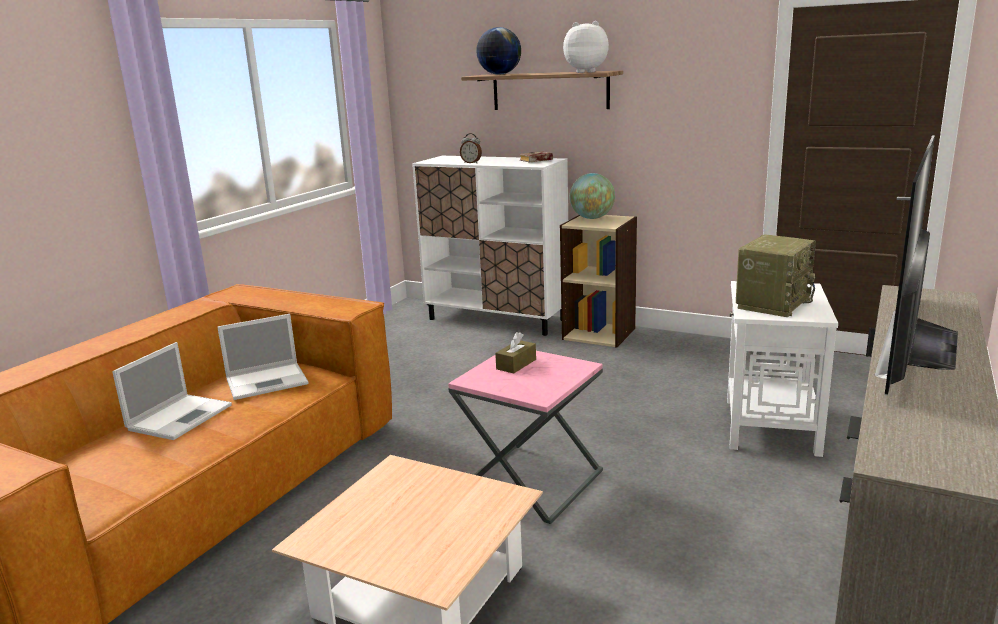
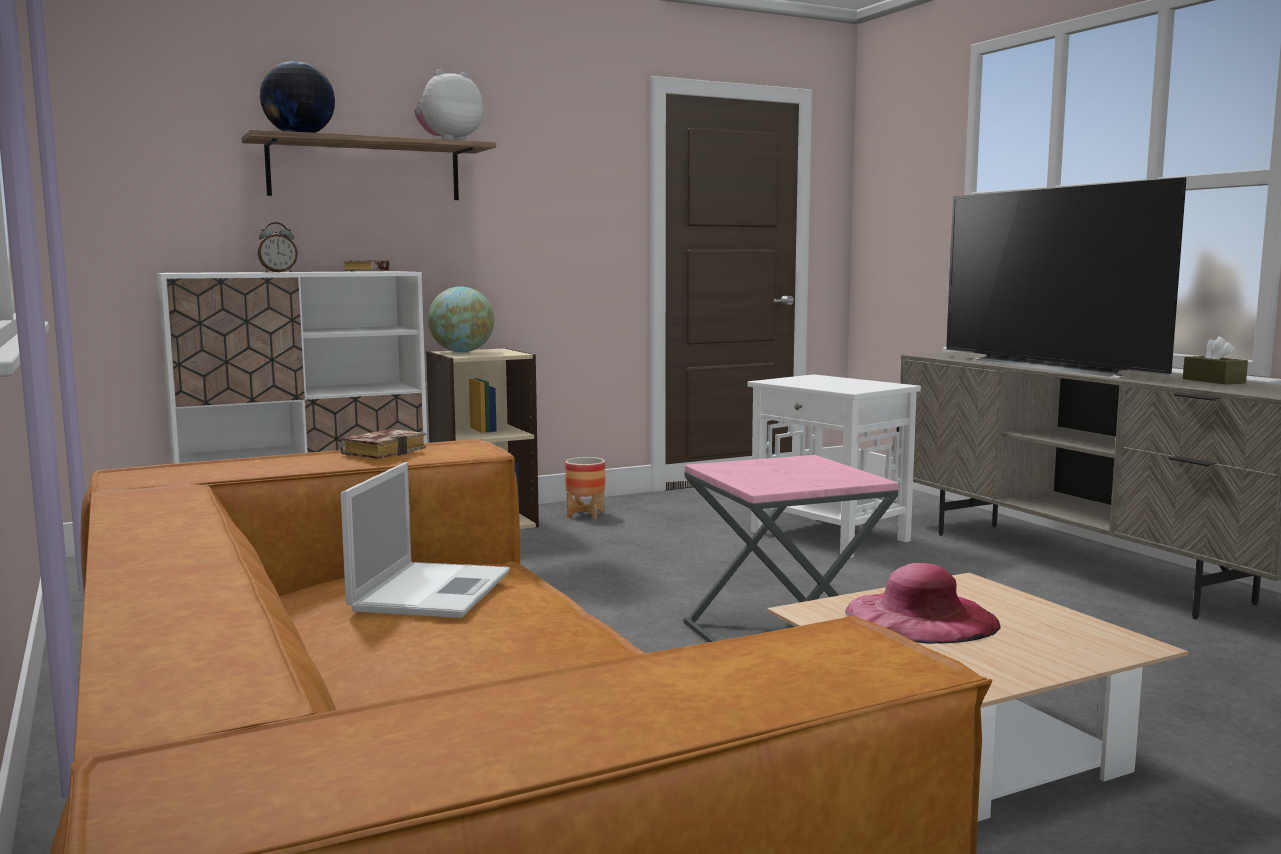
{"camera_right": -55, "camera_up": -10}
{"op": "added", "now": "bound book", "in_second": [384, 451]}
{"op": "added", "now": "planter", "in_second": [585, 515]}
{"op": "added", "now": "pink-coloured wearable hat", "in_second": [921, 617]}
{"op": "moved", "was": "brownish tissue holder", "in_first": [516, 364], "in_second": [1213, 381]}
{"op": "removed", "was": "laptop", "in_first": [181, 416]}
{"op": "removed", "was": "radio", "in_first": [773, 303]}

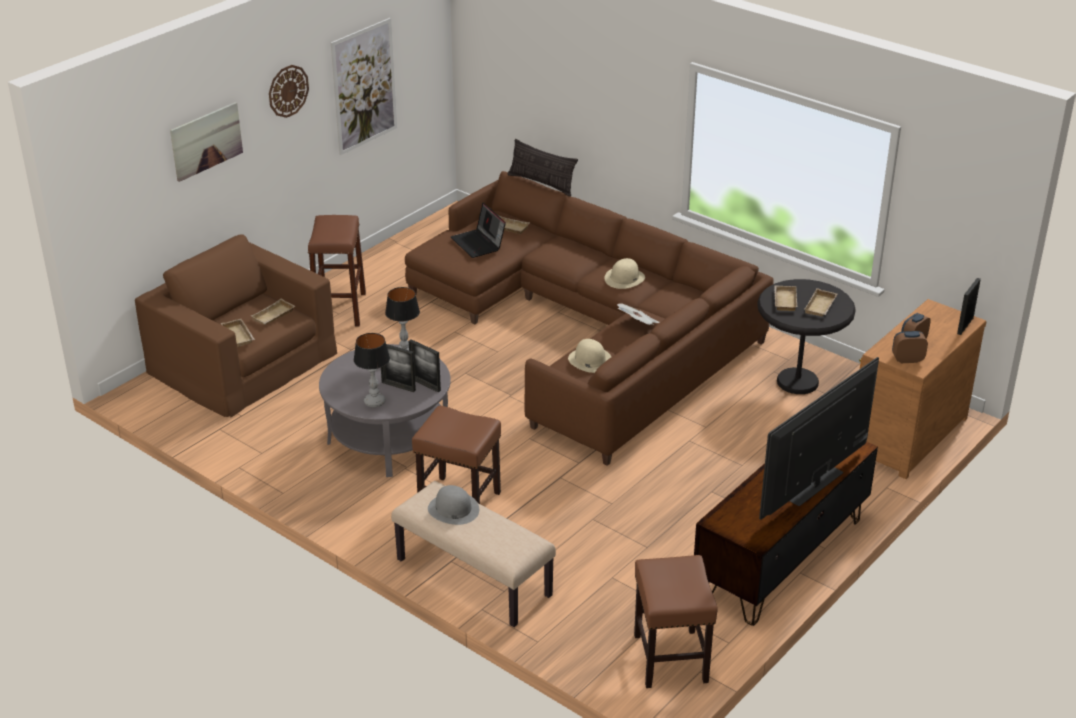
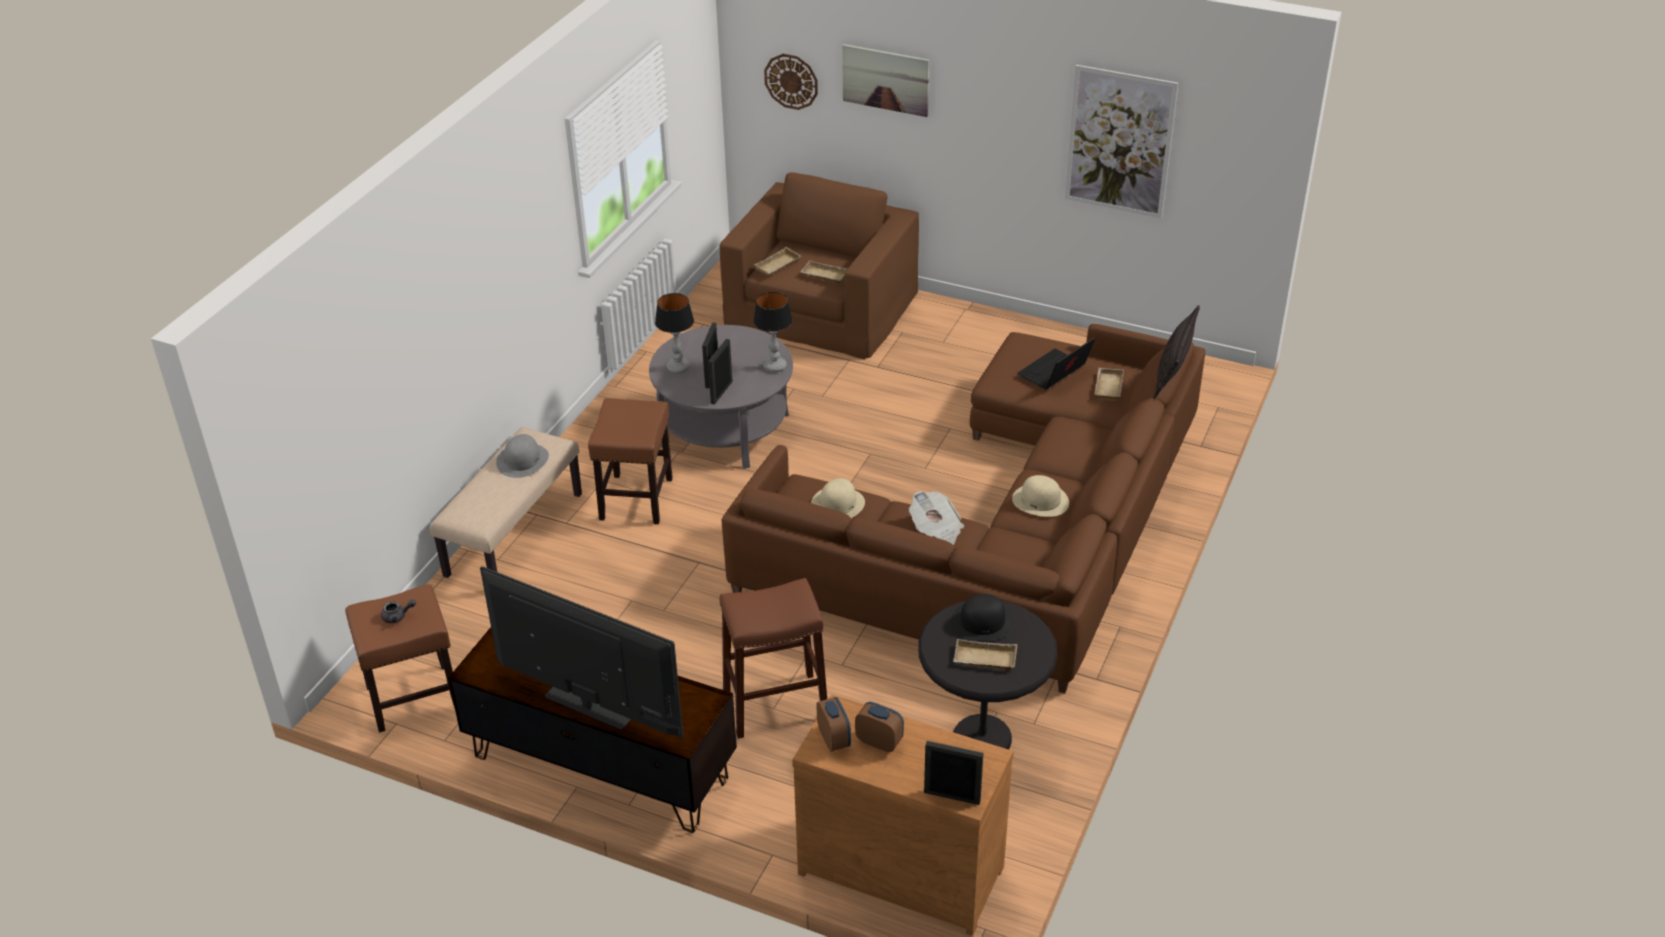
{"camera_right": 75, "camera_up": 5}
{"op": "added", "now": "grey pot for tea", "in_second": [398, 616]}
{"op": "moved", "was": "brownish stool seat", "in_first": [340, 309], "in_second": [775, 705]}
{"op": "moved", "was": "wall clock", "in_first": [288, 91], "in_second": [791, 81]}
{"op": "replaced", "was": "sand-coloured tray", "now": "black-coloured wearable hat", "in_first": [784, 300], "in_second": [982, 622]}

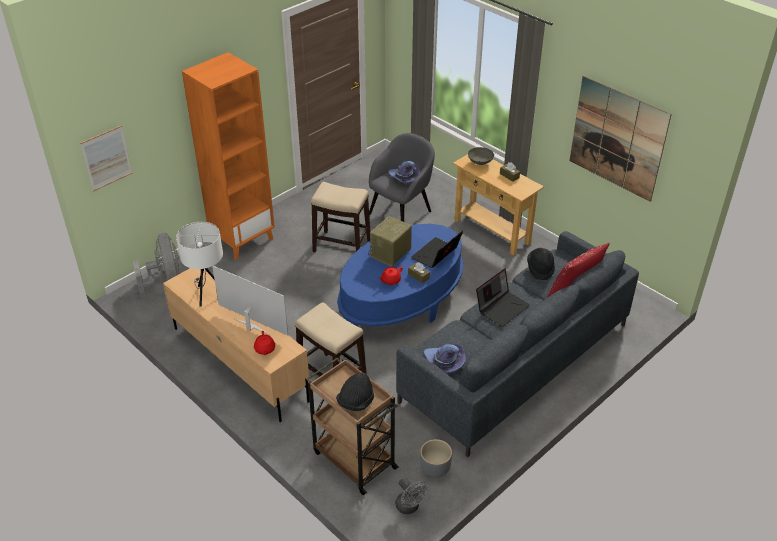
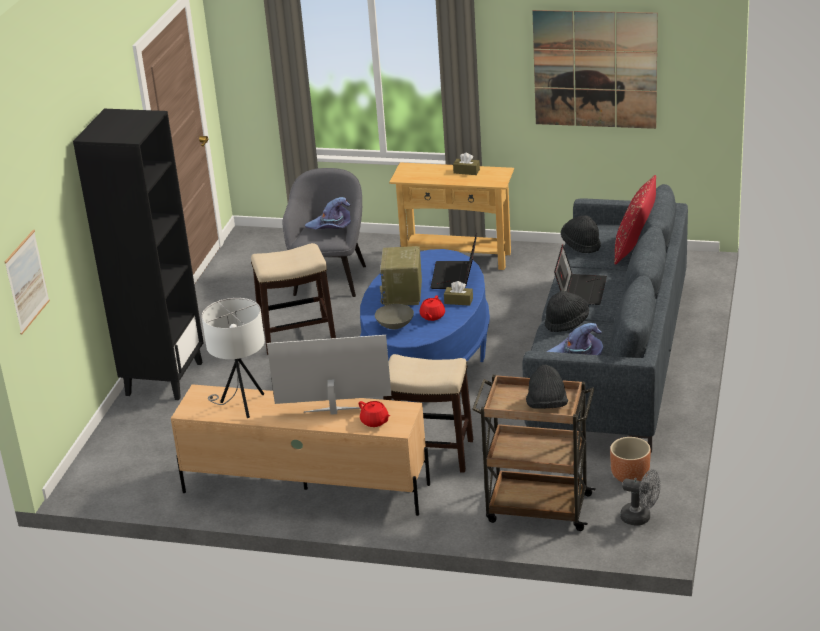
{"camera_right": -30, "camera_up": -10}
{"op": "recoloured", "was": "orangey bookshelf", "now": "black-coloured bookshelf", "in_first": [243, 240], "in_second": [164, 378]}
{"op": "moved", "was": "grey serving bowl", "in_first": [480, 162], "in_second": [395, 326]}
{"op": "added", "now": "black-coloured wearable hat", "in_second": [567, 322]}
{"op": "recoloured", "was": "grey planter", "now": "brownish planter", "in_first": [435, 469], "in_second": [630, 476]}
{"op": "removed", "was": "grey cooling fan", "in_first": [165, 279]}

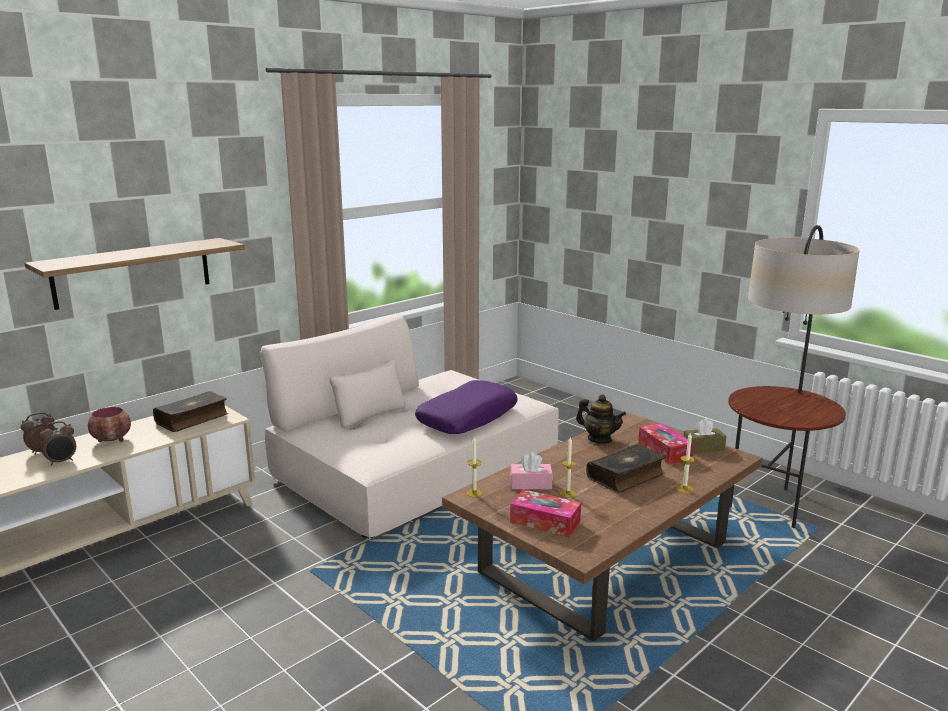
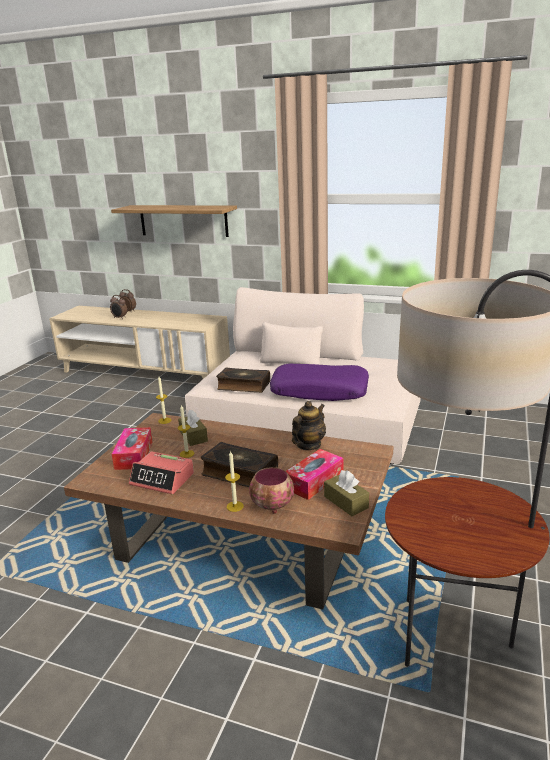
{"camera_right": 65, "camera_up": 5}
{"op": "added", "now": "alarm clock", "in_second": [162, 479]}
{"op": "recoloured", "was": "pink-coloured tissue holder", "now": "brownish tissue holder", "in_first": [531, 484], "in_second": [193, 436]}
{"op": "moved", "was": "bound book", "in_first": [193, 419], "in_second": [243, 386]}
{"op": "moved", "was": "serving bowl", "in_first": [113, 440], "in_second": [272, 506]}
{"op": "turned", "was": "pot for tea", "in_first": [599, 439], "in_second": [308, 445], "clockwise": -150}

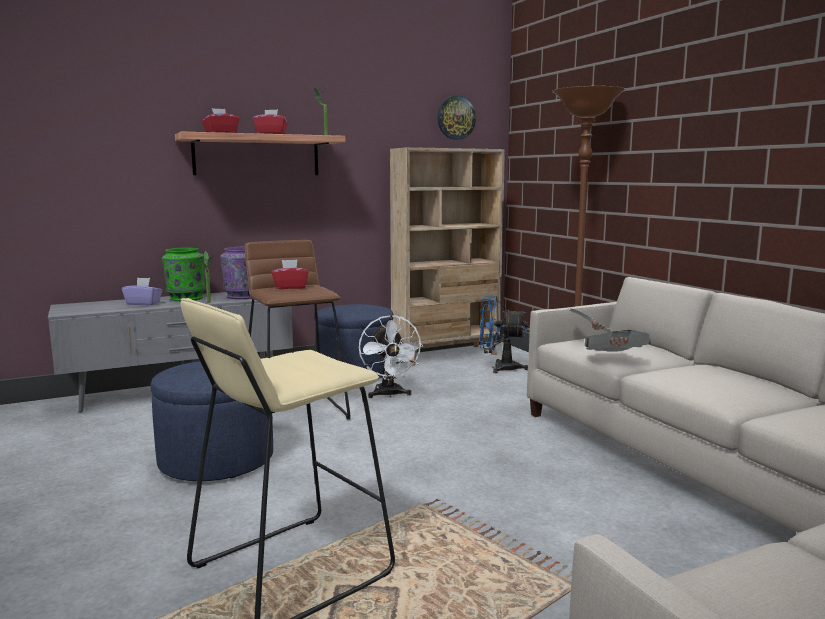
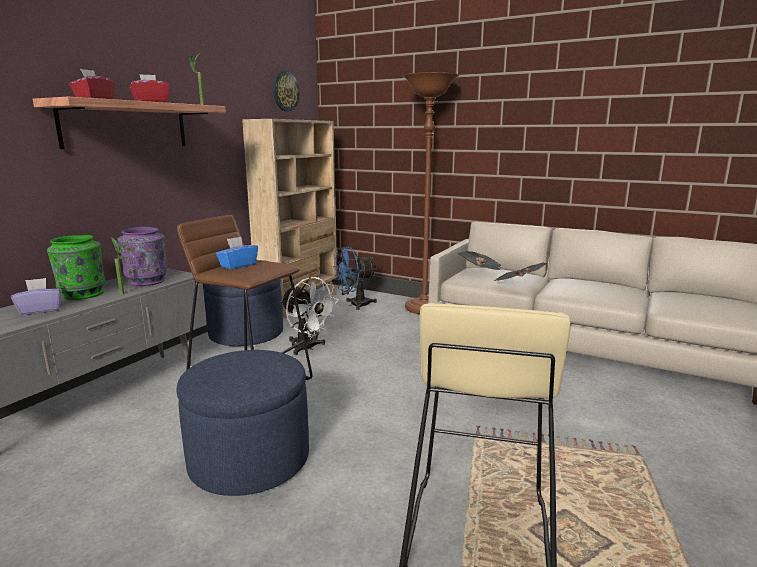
{"camera_right": -35, "camera_up": 5}
{"op": "recoloured", "was": "reddish tissue holder", "now": "blue tissue holder", "in_first": [290, 287], "in_second": [238, 265]}

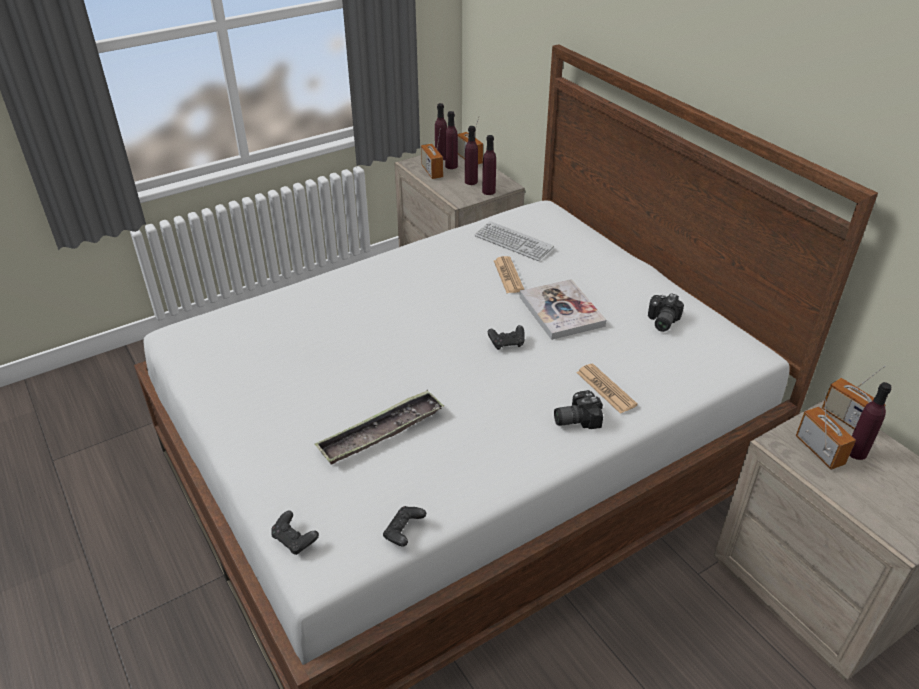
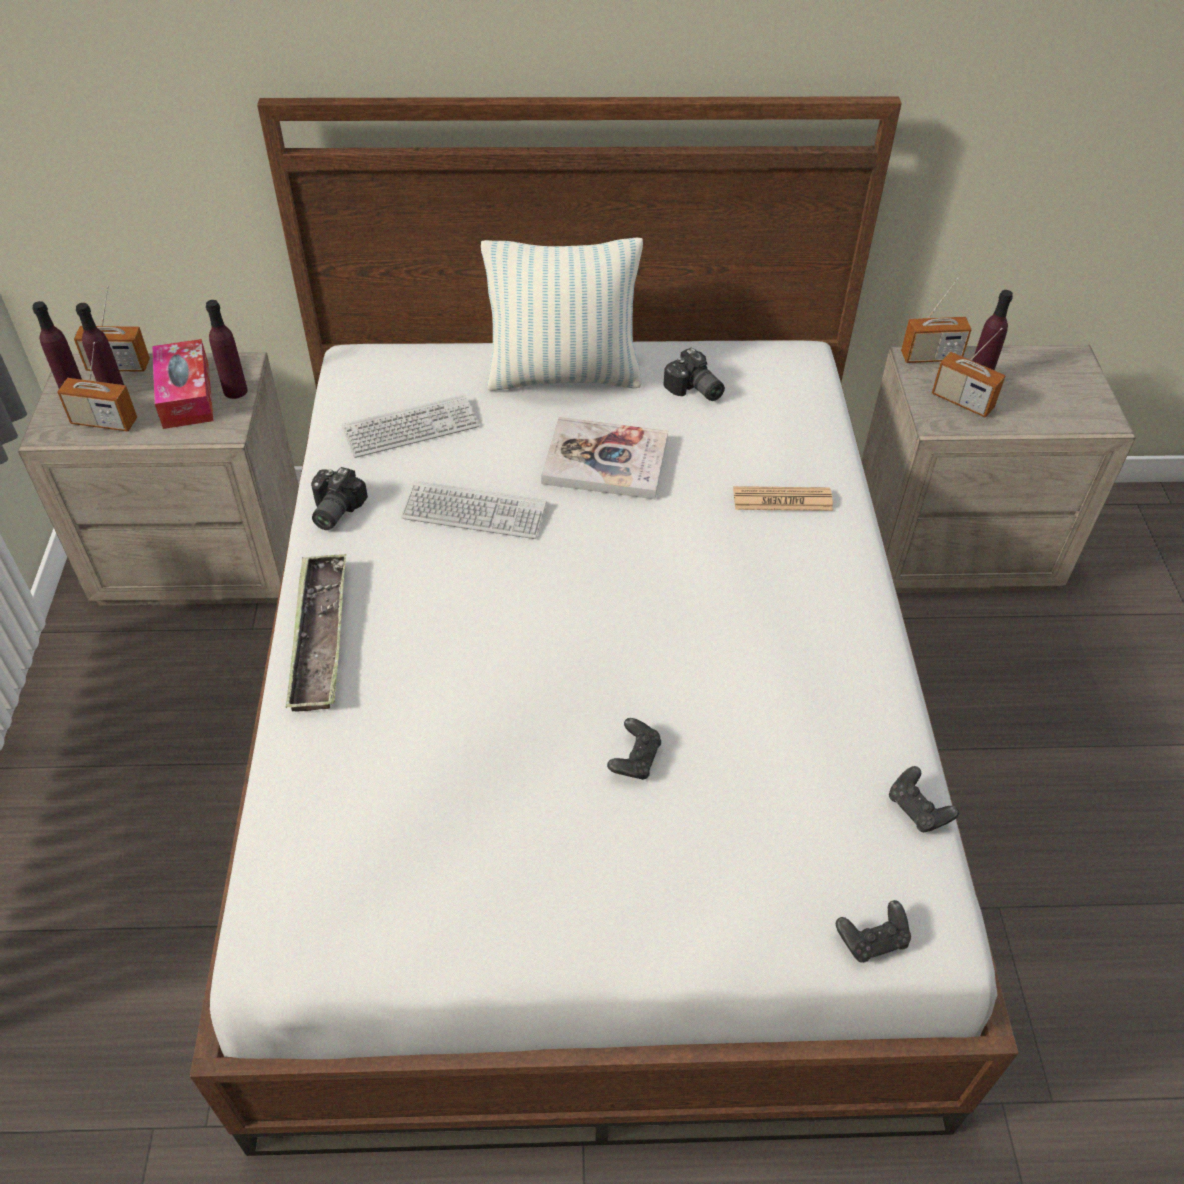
{"camera_right": -60, "camera_up": 10}
{"op": "replaced", "was": "purplish beverage bottle", "now": "tissue holder", "in_first": [471, 182], "in_second": [186, 395]}
{"op": "moved", "was": "tray", "in_first": [381, 432], "in_second": [319, 637]}
{"op": "moved", "was": "photo camera", "in_first": [575, 418], "in_second": [332, 510]}
{"op": "added", "now": "computer keyboard", "in_second": [474, 512]}
{"op": "added", "now": "throw pillow", "in_second": [564, 375]}
{"op": "moved", "was": "black-coloured game controller", "in_first": [507, 343], "in_second": [635, 758]}
{"op": "turned", "was": "radio", "in_first": [819, 450], "in_second": [962, 401], "clockwise": -150}
{"op": "removed", "was": "printed paper", "in_first": [508, 275]}

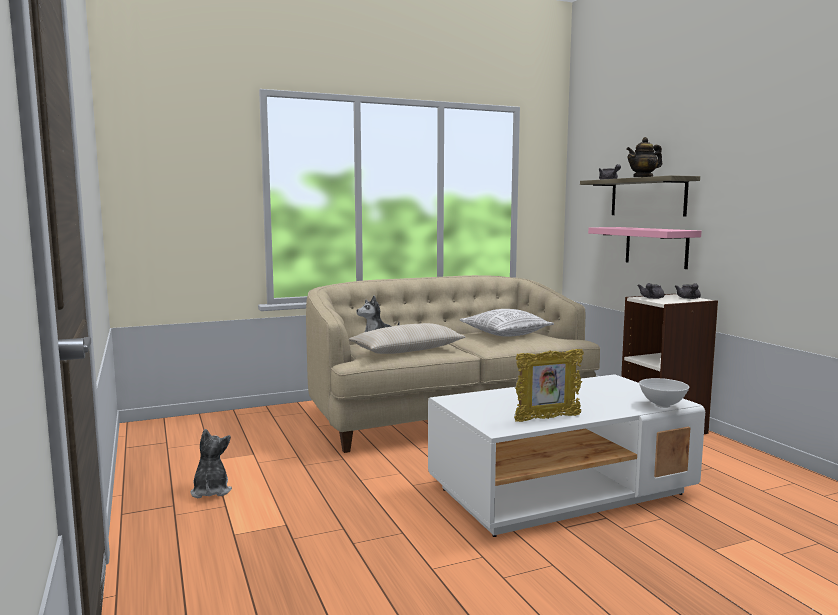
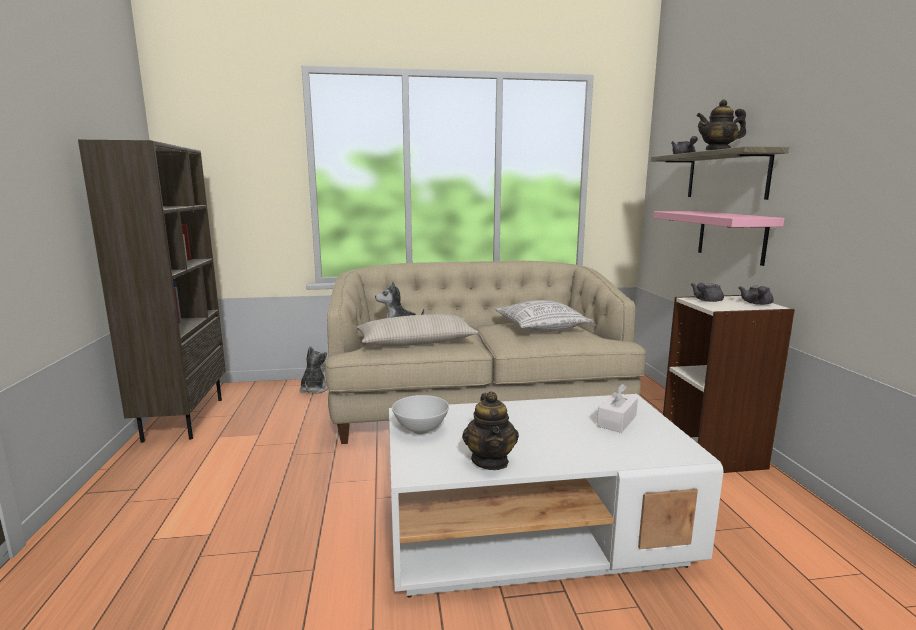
{"camera_right": 15, "camera_up": 5}
{"op": "added", "now": "brownish bookshelf", "in_second": [183, 419]}
{"op": "moved", "was": "soft toy", "in_first": [211, 491], "in_second": [313, 389]}
{"op": "moved", "was": "whitish serving bowl", "in_first": [662, 405], "in_second": [420, 430]}
{"op": "replaced", "was": "picture frame", "now": "pot for tea", "in_first": [547, 418], "in_second": [490, 461]}
{"op": "added", "now": "whitish tissue holder", "in_second": [616, 421]}

